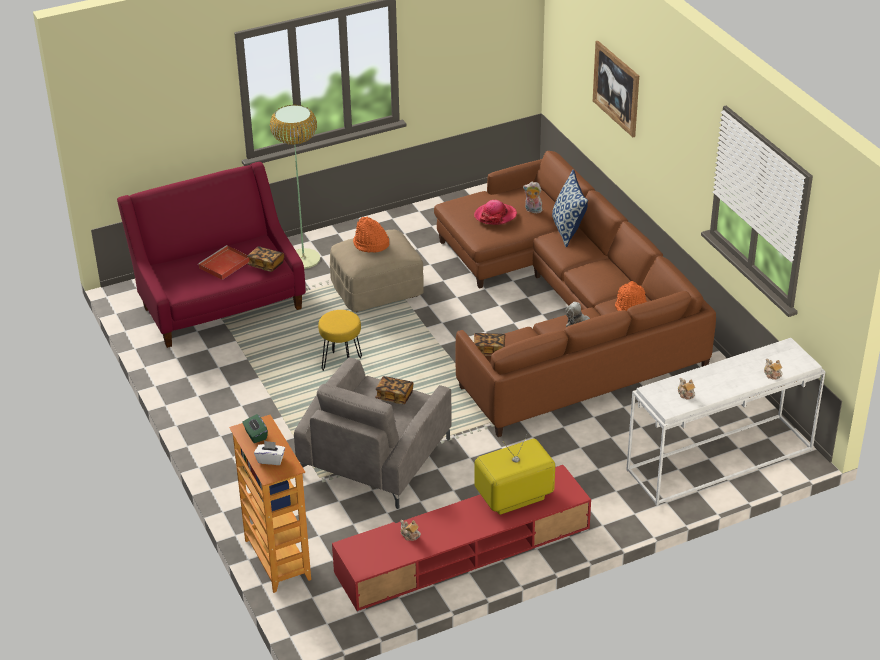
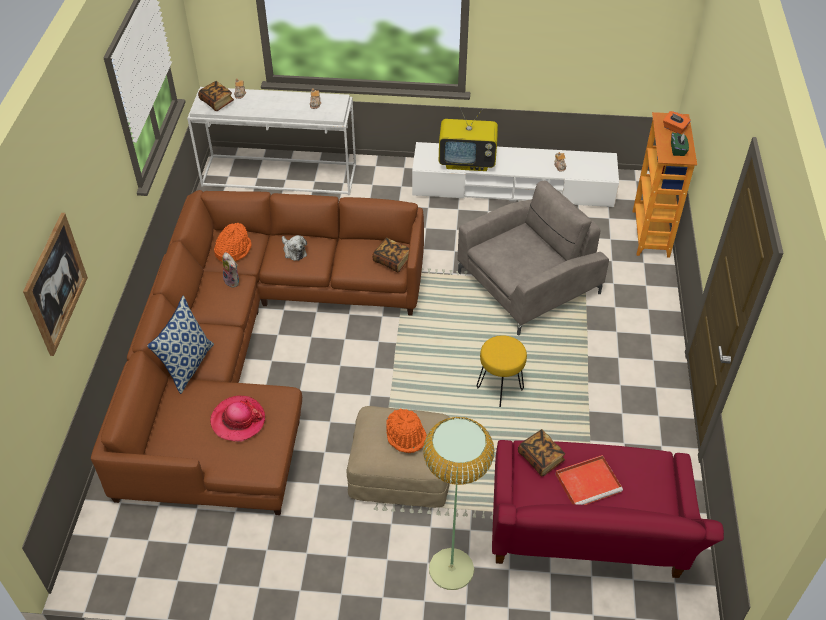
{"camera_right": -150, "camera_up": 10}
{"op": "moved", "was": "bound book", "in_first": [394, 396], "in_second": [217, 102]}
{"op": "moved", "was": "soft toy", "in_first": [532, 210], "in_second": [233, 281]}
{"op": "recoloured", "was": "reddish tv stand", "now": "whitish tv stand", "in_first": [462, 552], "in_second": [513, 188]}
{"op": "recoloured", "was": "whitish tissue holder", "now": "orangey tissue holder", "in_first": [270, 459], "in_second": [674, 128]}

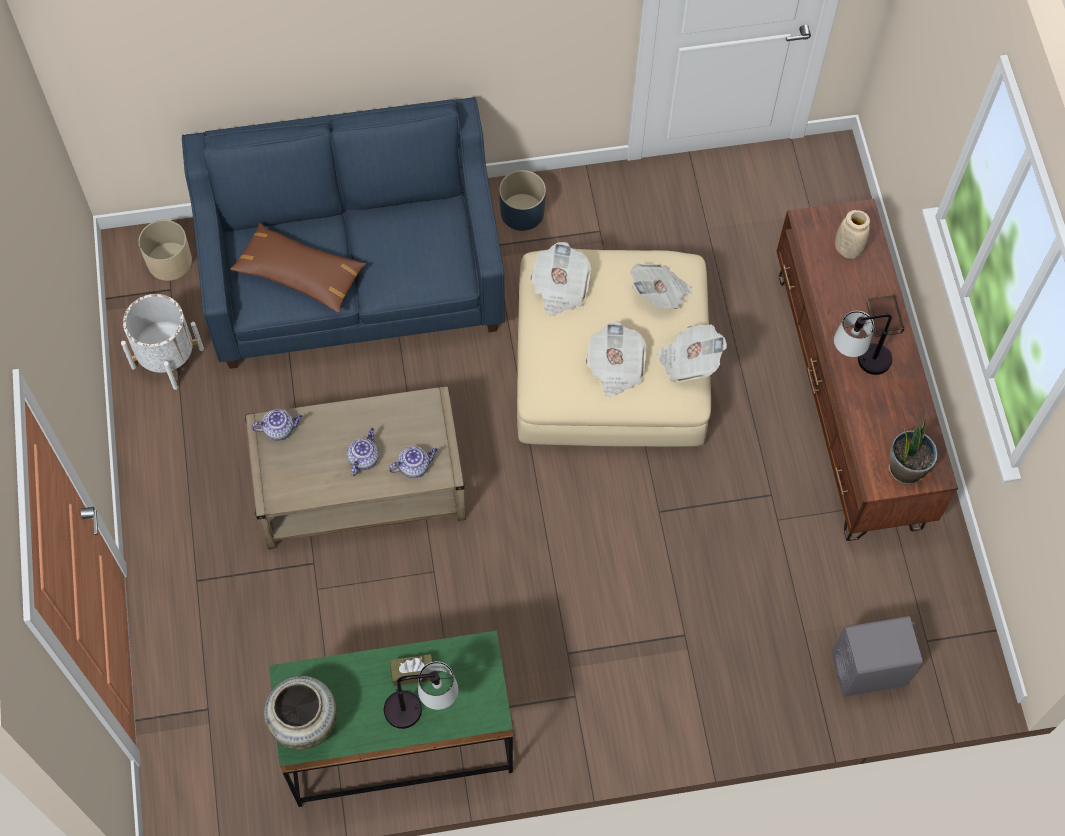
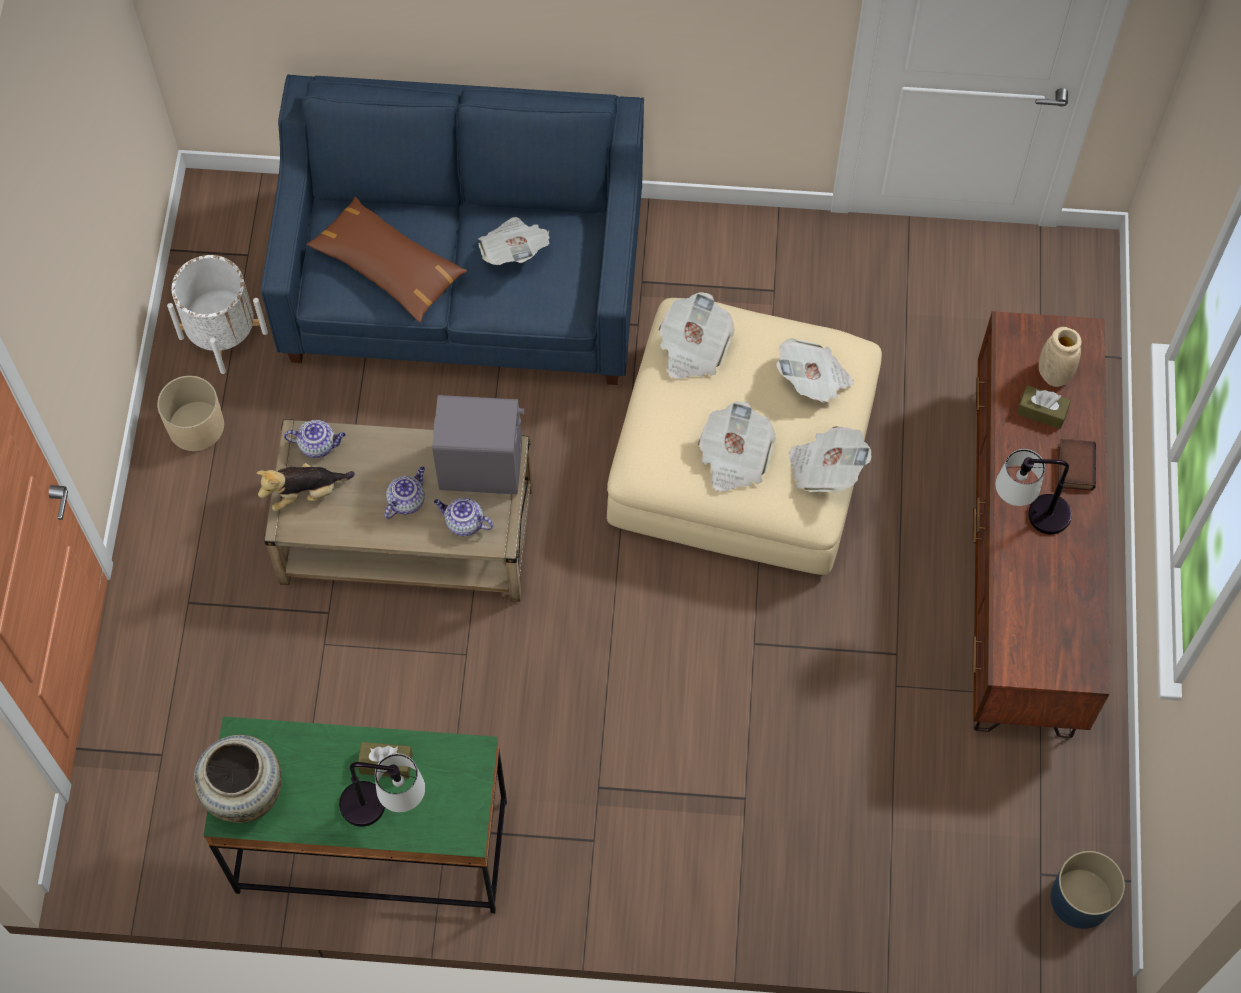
{"camera_right": 15, "camera_up": 0}
{"op": "moved", "was": "sand-coloured planter", "in_first": [169, 261], "in_second": [196, 426]}
{"op": "added", "now": "soft toy", "in_second": [306, 493]}
{"op": "moved", "was": "grey audio speaker", "in_first": [869, 669], "in_second": [481, 467]}
{"op": "turned", "was": "pot for tea", "in_first": [414, 466], "in_second": [463, 523], "clockwise": -150}
{"op": "added", "now": "printed paper", "in_second": [514, 251]}
{"op": "added", "now": "brownish tissue holder", "in_second": [1041, 411]}
{"op": "moved", "was": "blue planter", "in_first": [522, 212], "in_second": [1080, 899]}
{"op": "removed", "was": "plant in a pot", "in_first": [906, 468]}

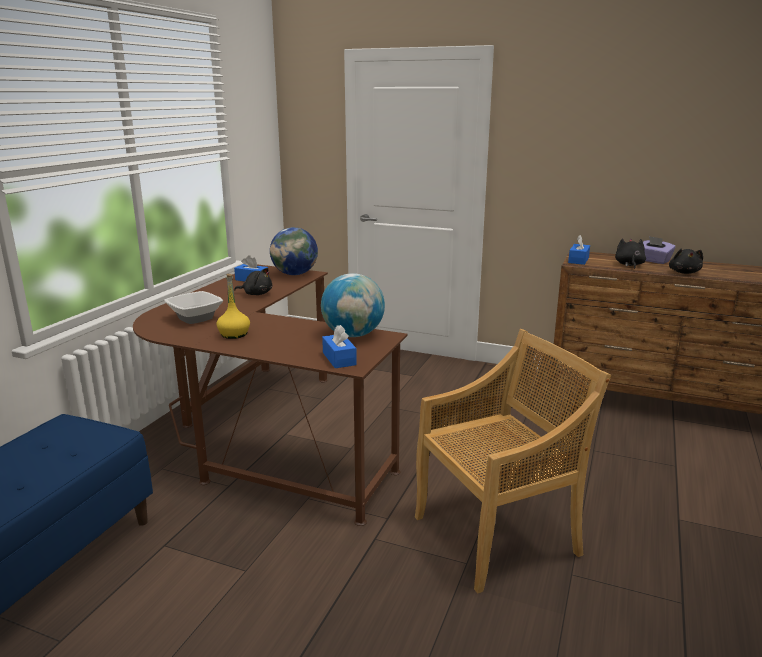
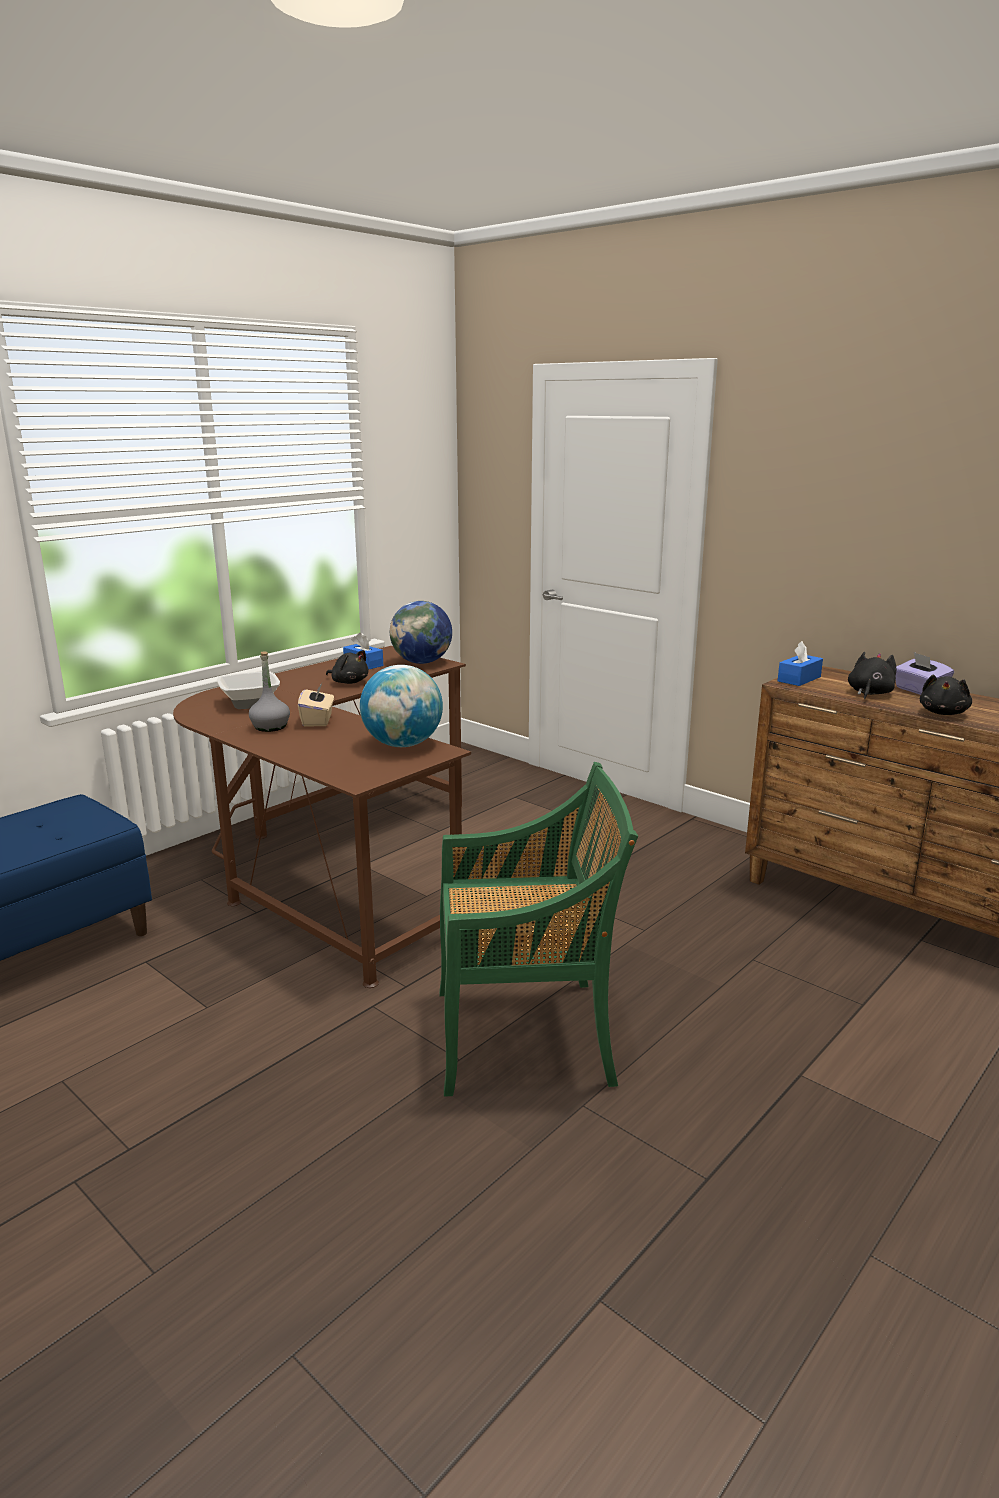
{"camera_right": 20, "camera_up": 0}
{"op": "recoloured", "was": "yellowish beverage bottle", "now": "grey beverage bottle", "in_first": [234, 334], "in_second": [270, 727]}
{"op": "added", "now": "sand-coloured tissue holder", "in_second": [318, 720]}
{"op": "recoloured", "was": "sand-coloured upright chair", "now": "green-coloured upright chair", "in_first": [497, 534], "in_second": [526, 1035]}
{"op": "removed", "was": "blue tissue holder", "in_first": [339, 359]}

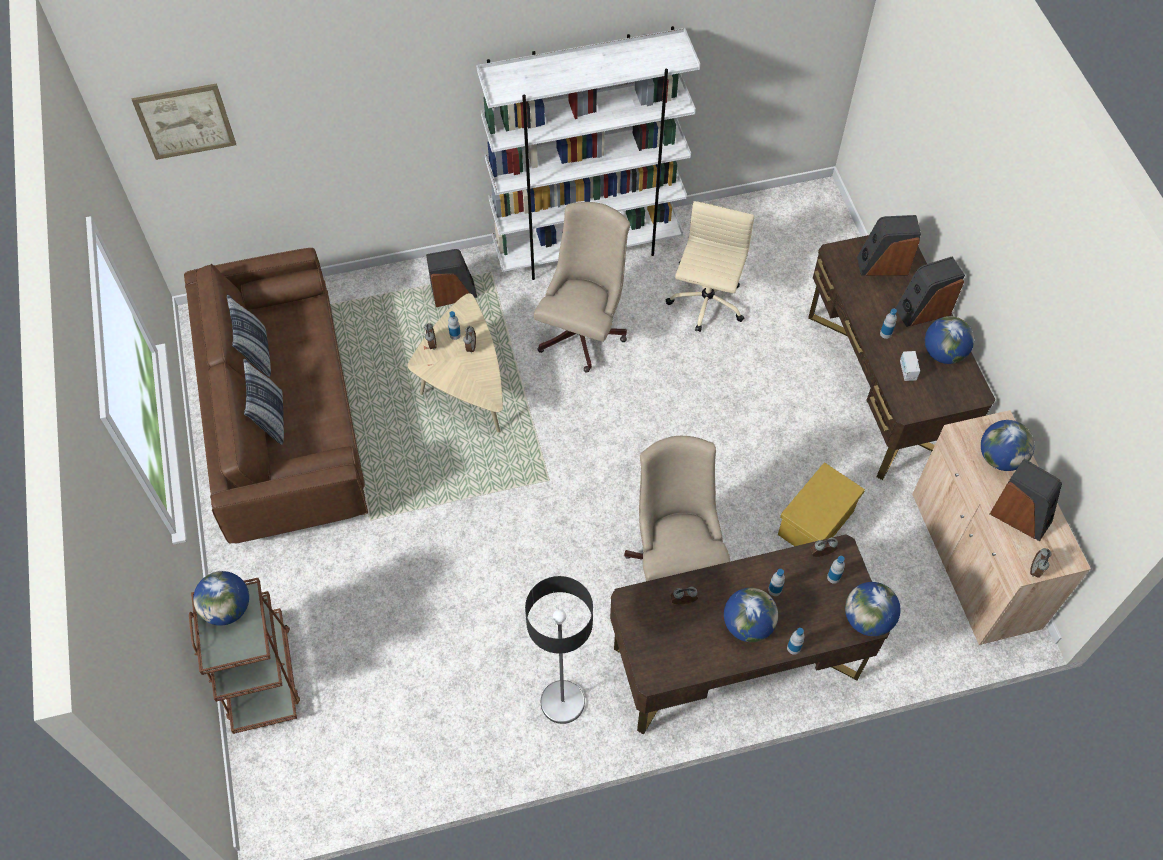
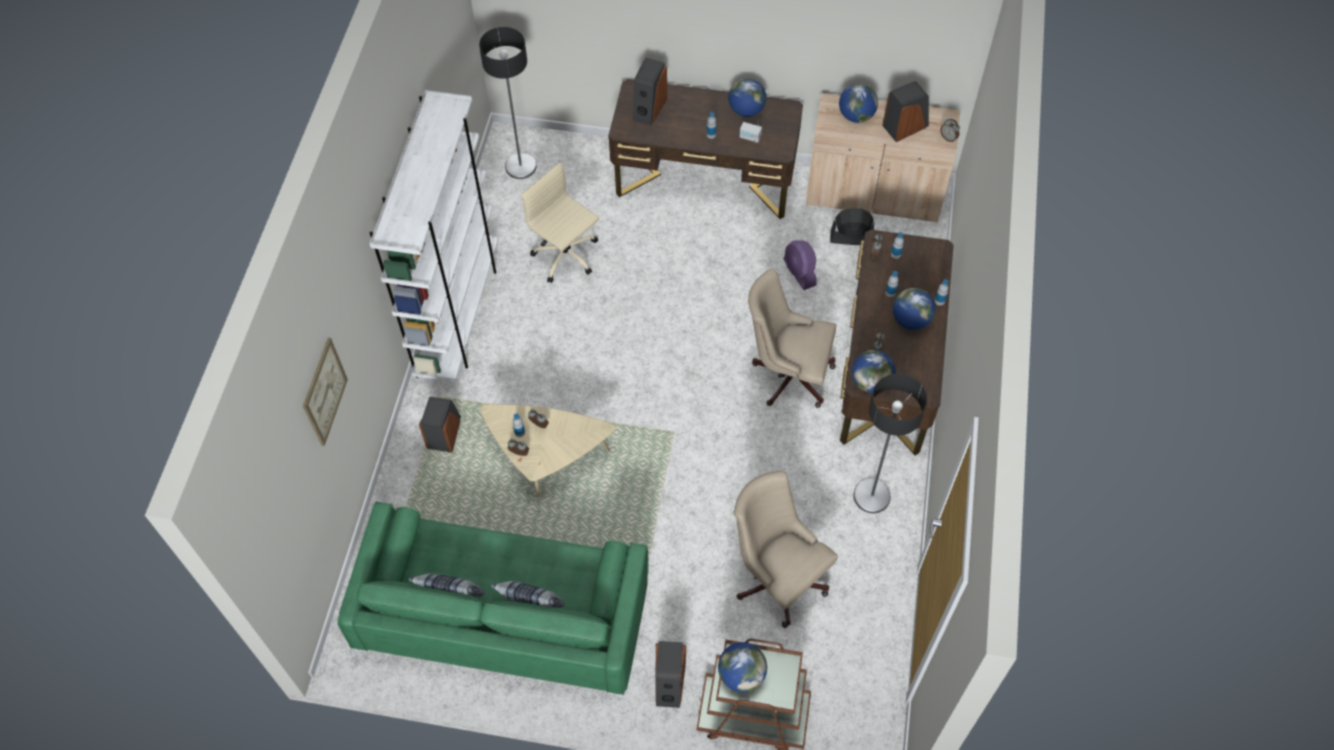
{"camera_right": -65, "camera_up": 0}
{"op": "moved", "was": "picture", "in_first": [185, 121], "in_second": [324, 392]}
{"op": "recoloured", "was": "brownish couch", "now": "green-coloured couch", "in_first": [285, 420], "in_second": [504, 616]}
{"op": "added", "now": "floor lamp", "in_second": [520, 166]}
{"op": "moved", "was": "audio speaker", "in_first": [922, 310], "in_second": [669, 683]}
{"op": "moved", "was": "sand-coloured computer chair", "in_first": [584, 330], "in_second": [777, 577]}
{"op": "replaced", "was": "yellowish storage box", "now": "purplish cooling fan", "in_first": [815, 523], "in_second": [799, 272]}
{"op": "added", "now": "black-coloured cooling fan", "in_second": [851, 238]}
{"op": "moved", "was": "desk globe", "in_first": [867, 619], "in_second": [870, 382]}

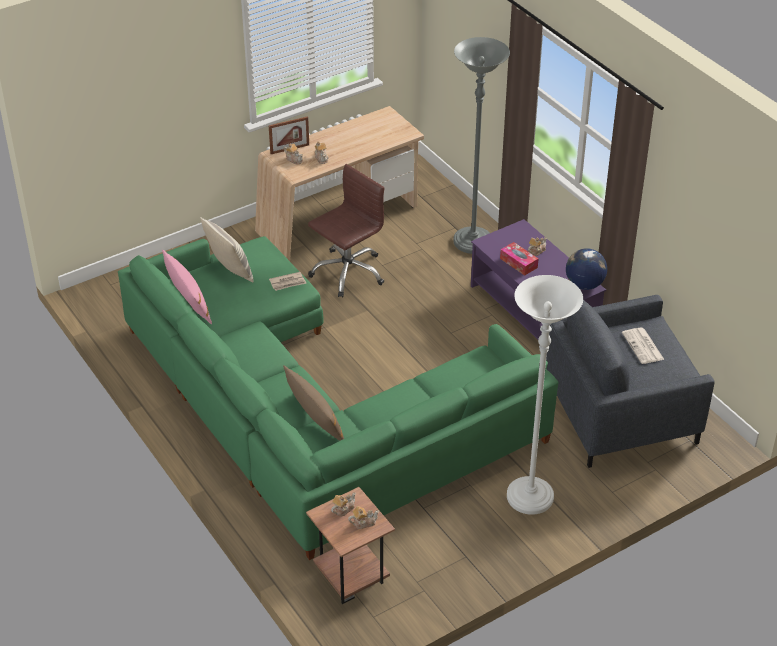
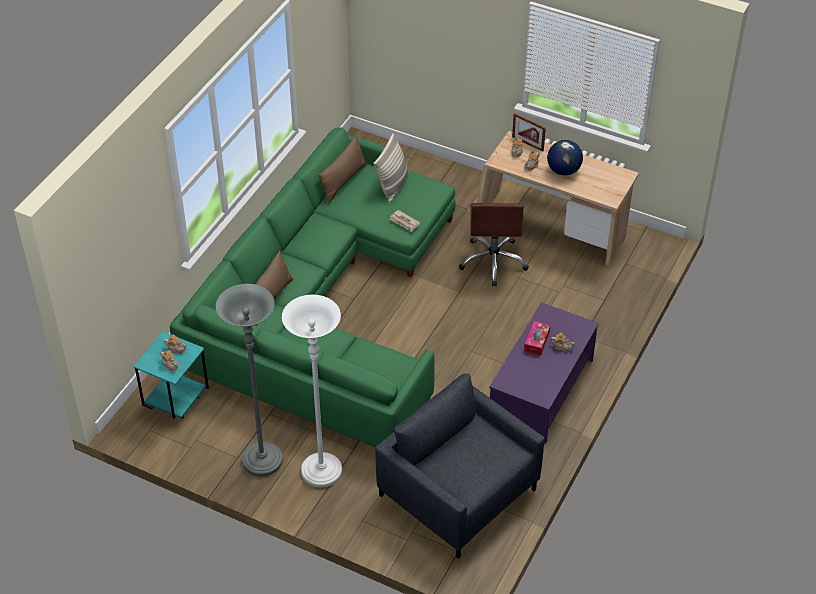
{"camera_right": 60, "camera_up": 5}
{"op": "recoloured", "was": "brownish side table", "now": "turquoise-coloured side table", "in_first": [350, 579], "in_second": [176, 403]}
{"op": "moved", "was": "grey floor lamp", "in_first": [473, 242], "in_second": [262, 461]}
{"op": "recoloured", "was": "pink-coloured throw pillow", "now": "brownish throw pillow", "in_first": [188, 301], "in_second": [343, 181]}
{"op": "turned", "was": "brownish computer chair", "in_first": [348, 272], "in_second": [493, 261], "clockwise": 75}
{"op": "moved", "was": "desk globe", "in_first": [584, 284], "in_second": [563, 170]}
{"op": "removed", "was": "printed paper", "in_first": [643, 346]}

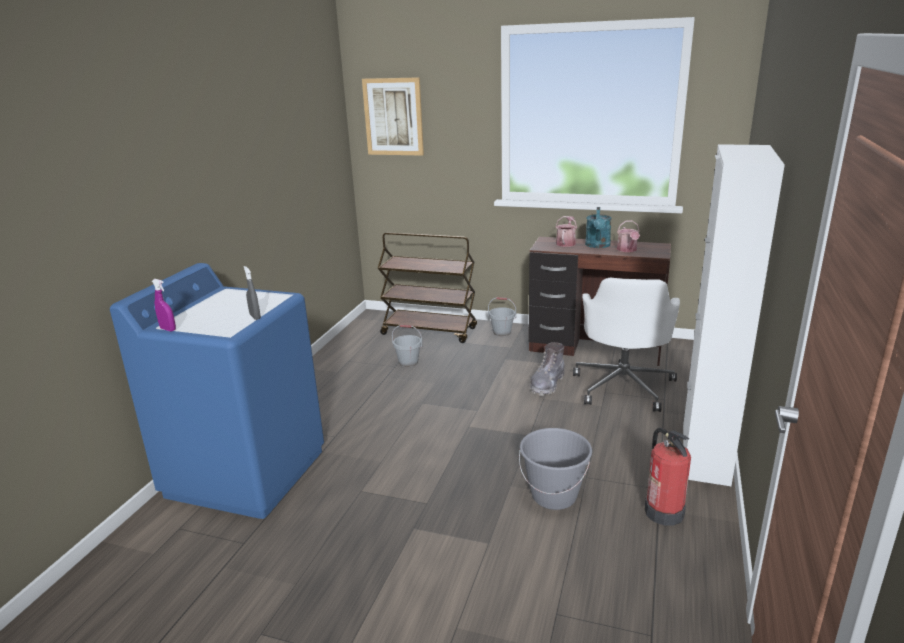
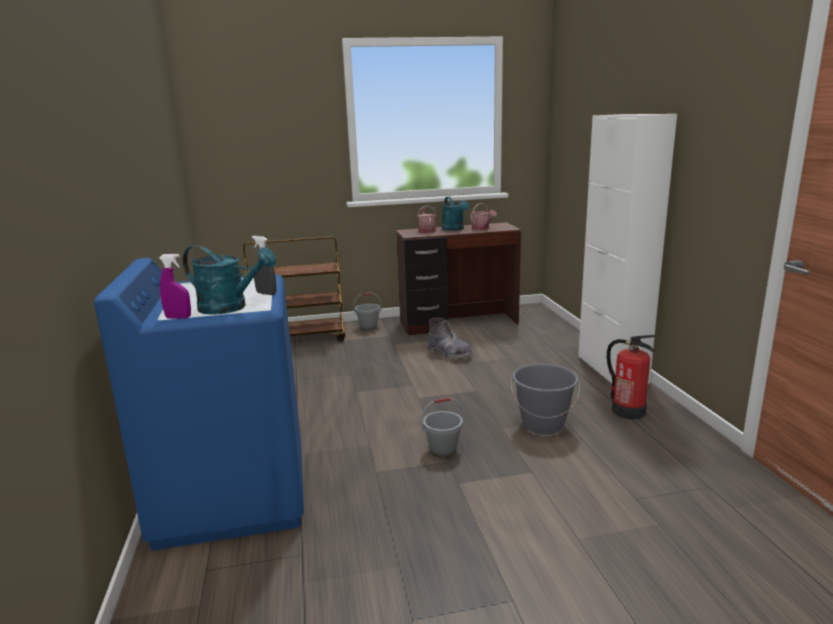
{"camera_right": -30, "camera_up": -5}
{"op": "added", "now": "turquoise-coloured watering pot", "in_second": [230, 308]}
{"op": "moved", "was": "grey bucket", "in_first": [408, 362], "in_second": [443, 450]}
{"op": "turned", "was": "grey tall boot", "in_first": [547, 384], "in_second": [449, 354], "clockwise": -45}
{"op": "removed", "was": "picture", "in_first": [393, 117]}
{"op": "removed", "was": "whitish computer chair", "in_first": [623, 386]}

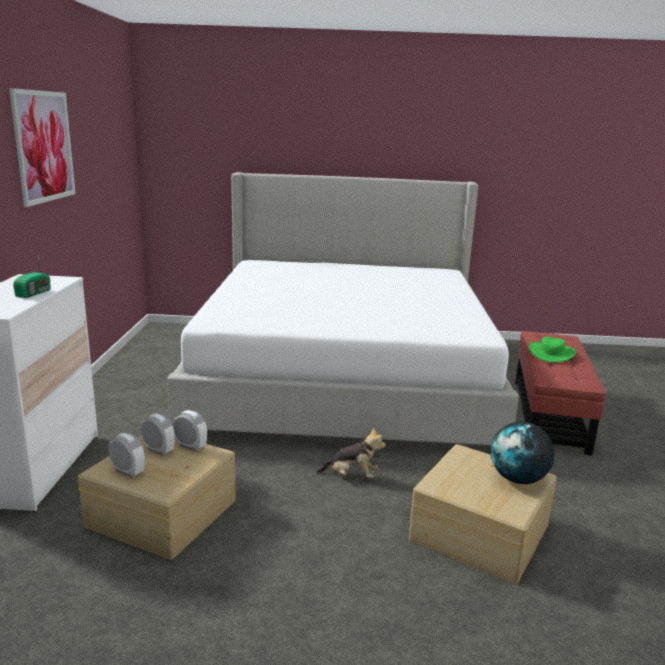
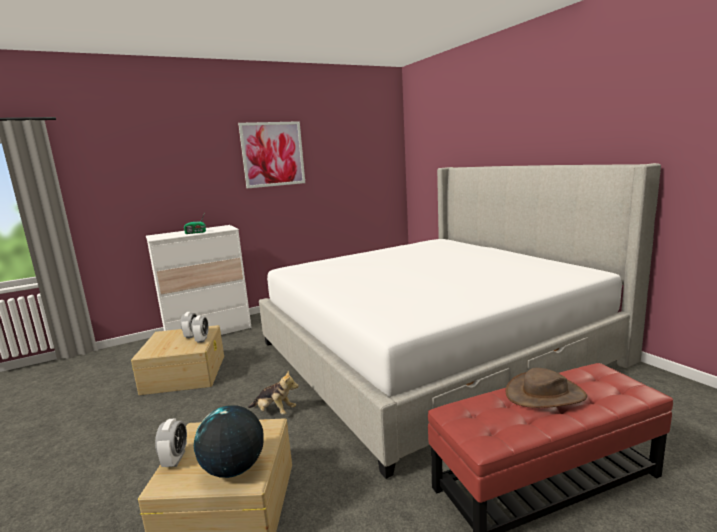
{"camera_right": 60, "camera_up": -5}
{"op": "moved", "was": "alarm clock", "in_first": [127, 472], "in_second": [175, 459]}
{"op": "turned", "was": "soft toy", "in_first": [351, 475], "in_second": [274, 411], "clockwise": -45}
{"op": "recoloured", "was": "green-coloured wearable hat", "now": "brownish wearable hat", "in_first": [551, 353], "in_second": [545, 394]}

